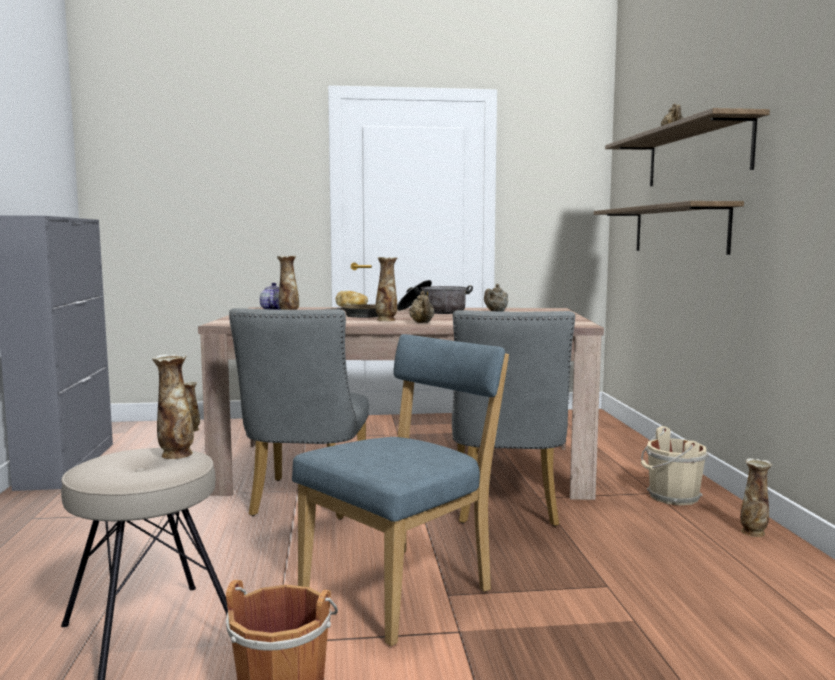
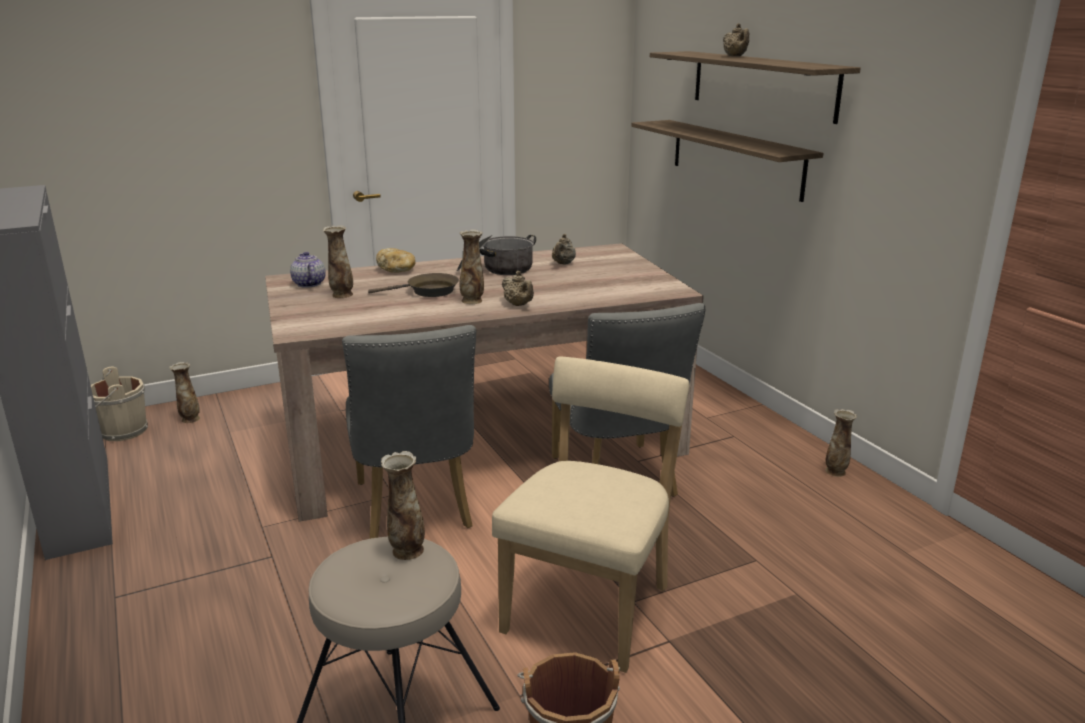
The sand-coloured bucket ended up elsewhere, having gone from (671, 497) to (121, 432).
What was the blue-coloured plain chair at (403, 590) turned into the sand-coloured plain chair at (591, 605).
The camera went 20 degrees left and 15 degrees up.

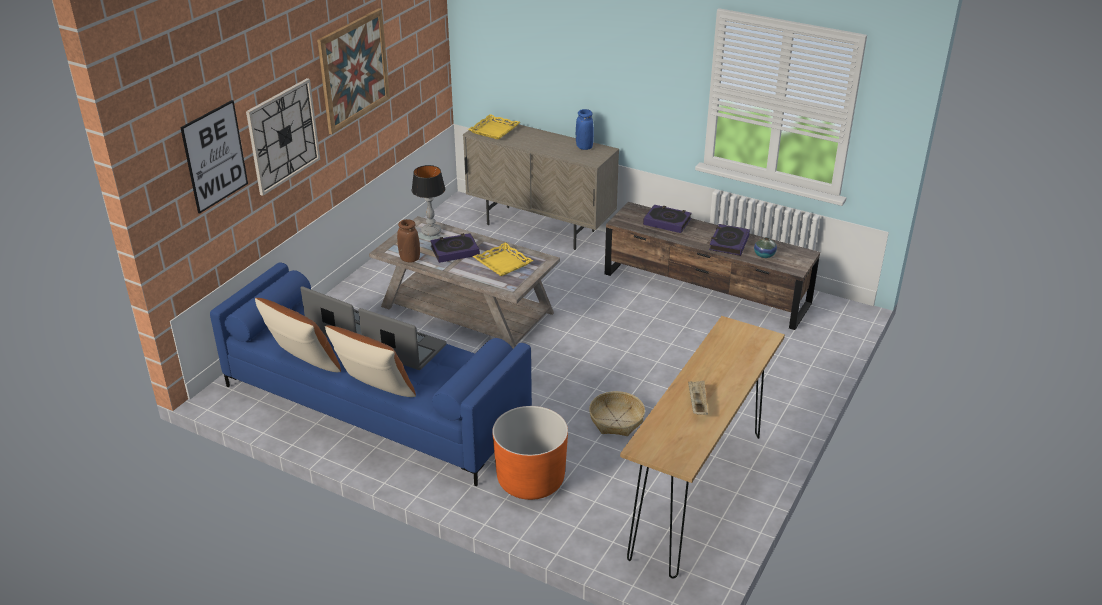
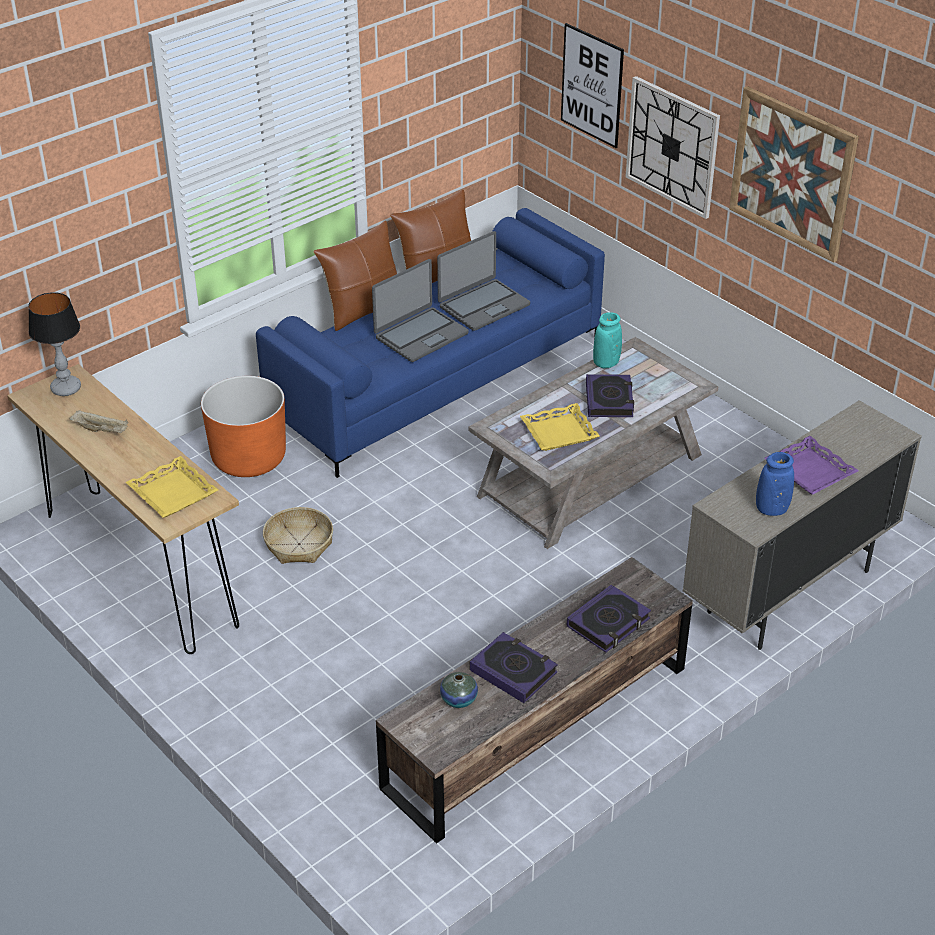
The lamp for a table ended up elsewhere, having gone from (431, 232) to (65, 389).
The yellow carrying tray ended up elsewhere, having gone from (494, 130) to (172, 493).
What was the brown flower vase at (409, 259) turned into the turquoise flower vase at (606, 363).
The second view gained the purplish carrying tray at (809, 471).
The camera went 110 degrees right and 5 degrees up.

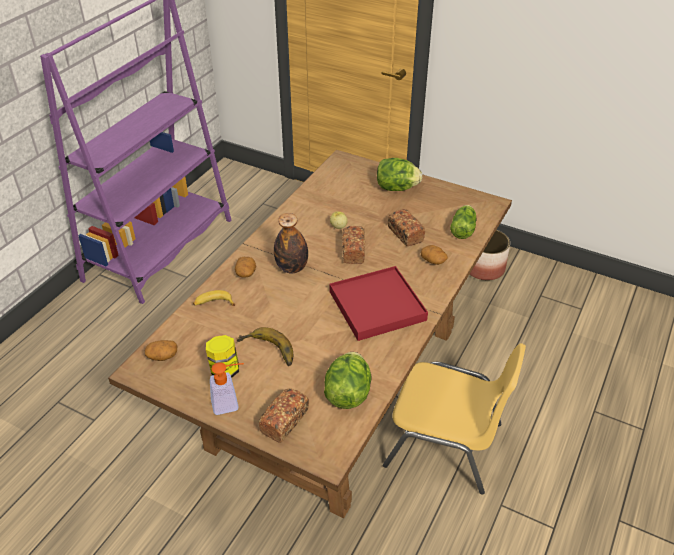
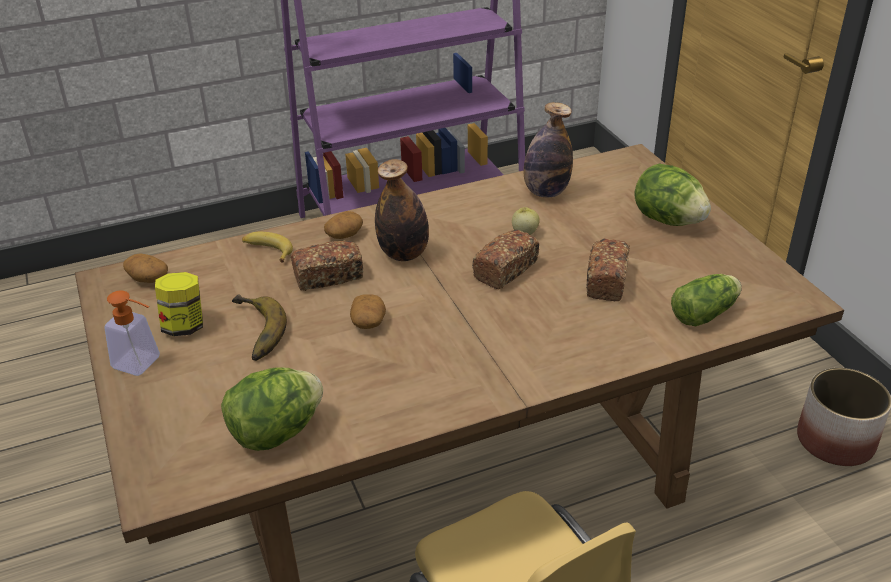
The bakery bread ended up elsewhere, having gone from (284, 421) to (328, 276).
The whole potato ended up elsewhere, having gone from (433, 260) to (368, 322).
The second view gained the bottle at (545, 192).
The second view lost the red carrying tray at (377, 305).
The camera went 40 degrees right and 5 degrees down.

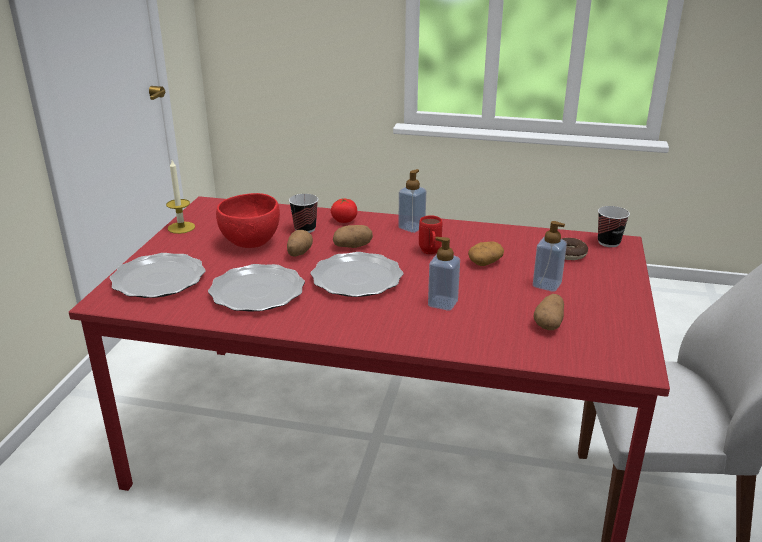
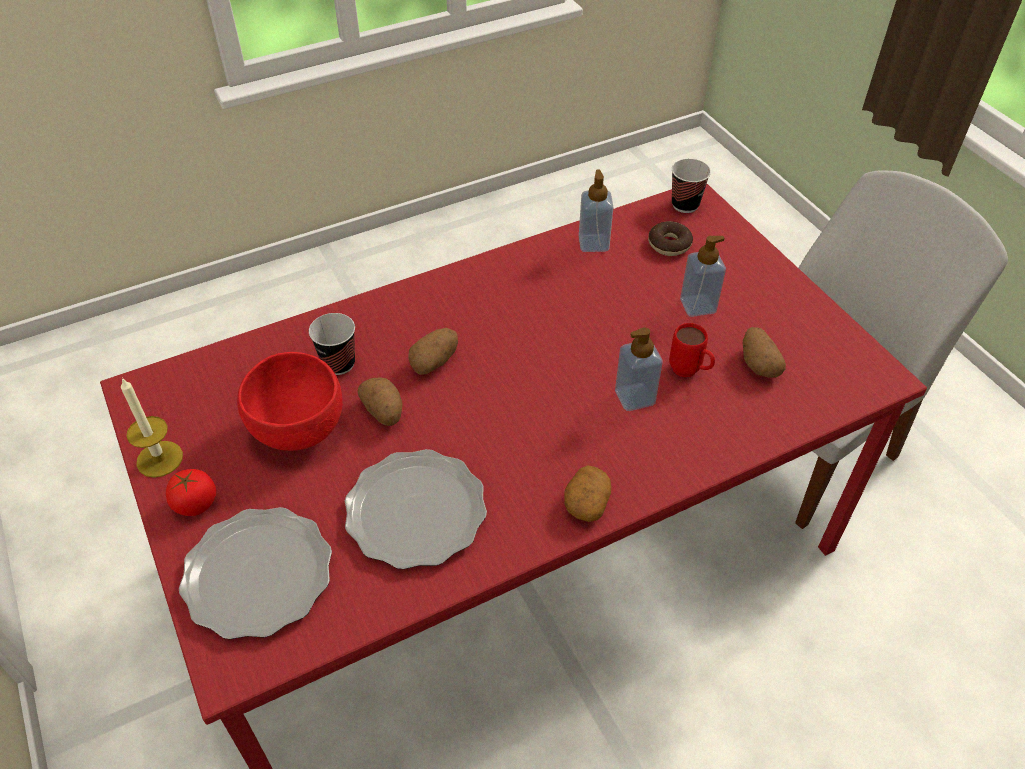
The tomato ended up elsewhere, having gone from (344, 220) to (196, 503).
The whole potato ended up elsewhere, having gone from (485, 262) to (586, 502).
The soap bottle ended up elsewhere, having gone from (411, 227) to (593, 243).
The red tea mug ended up elsewhere, having gone from (430, 253) to (689, 372).
The second view lost the dinner plate at (357, 278).
The camera went 40 degrees left and 20 degrees up.

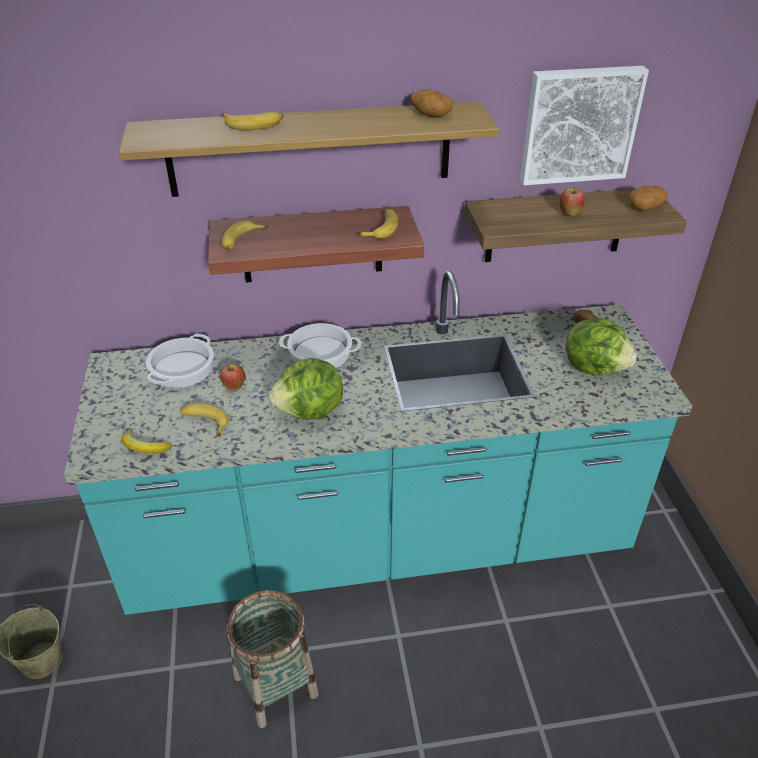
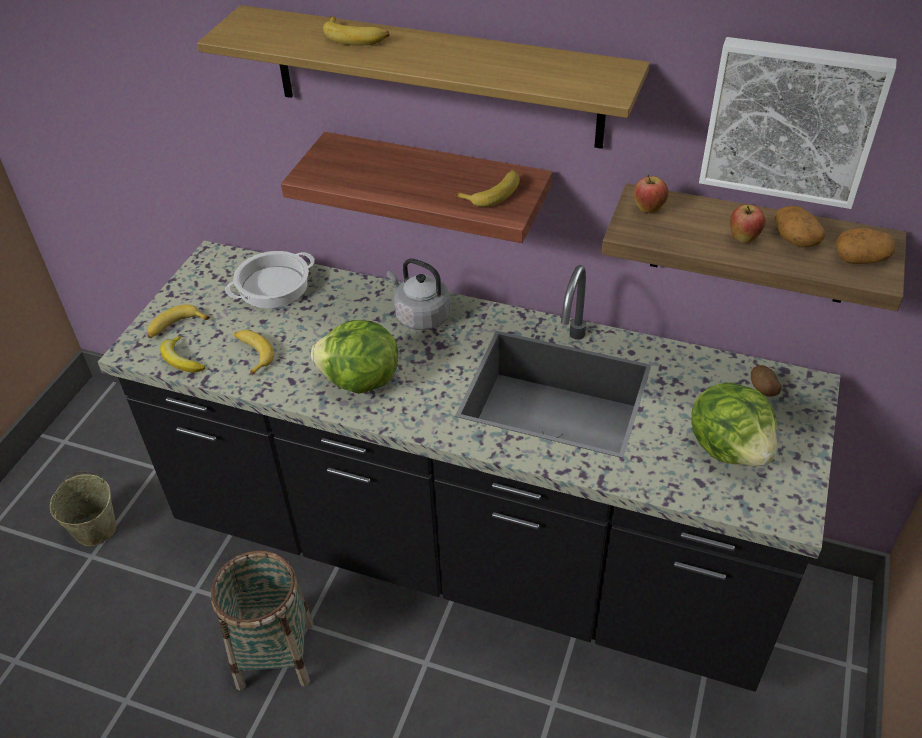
What was the turquoise kitchen counter at (379, 545) turned into the black-coloured kitchen counter at (467, 554).
The banana fruit ended up elsewhere, having gone from (241, 241) to (176, 327).
Where the stockpot stood at (319, 353), the greyish water kettle came to stand at (420, 316).
The apple fruit ended up elsewhere, having gone from (234, 387) to (648, 209).
The whole potato ended up elsewhere, having gone from (430, 114) to (795, 238).
The camera went 30 degrees right and 5 degrees up.

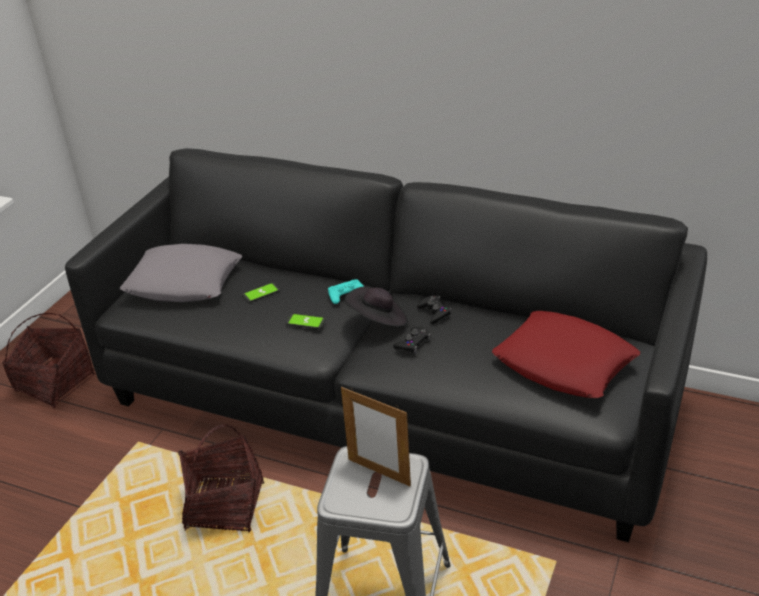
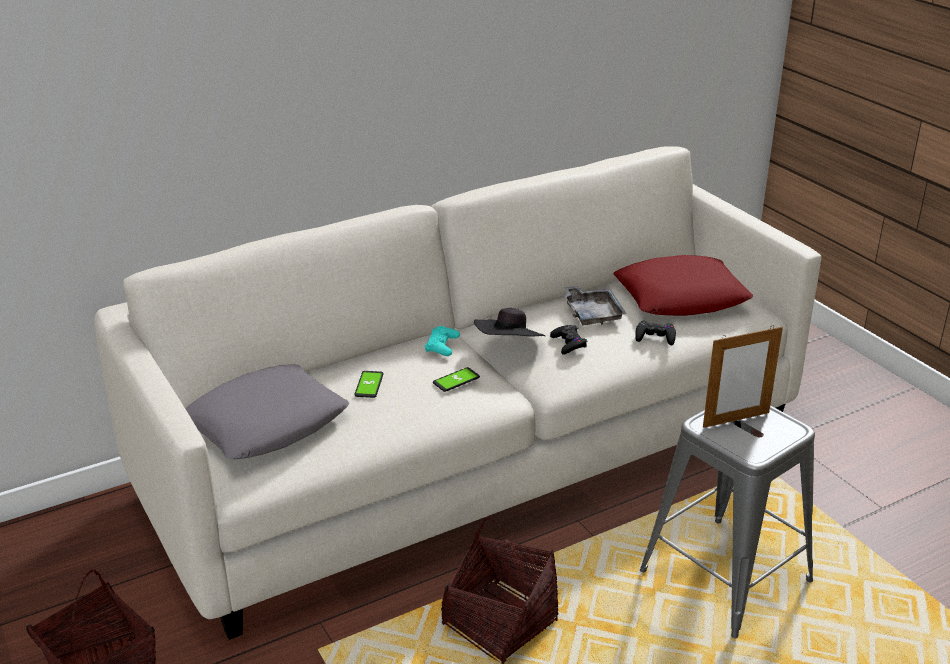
What was the black-coloured settee at (387, 398) turned into the whitish settee at (474, 456).
The second view gained the greyish carrying tray at (592, 313).
The black-coloured game controller ended up elsewhere, having gone from (434, 312) to (655, 337).
The camera went 55 degrees left and 5 degrees down.

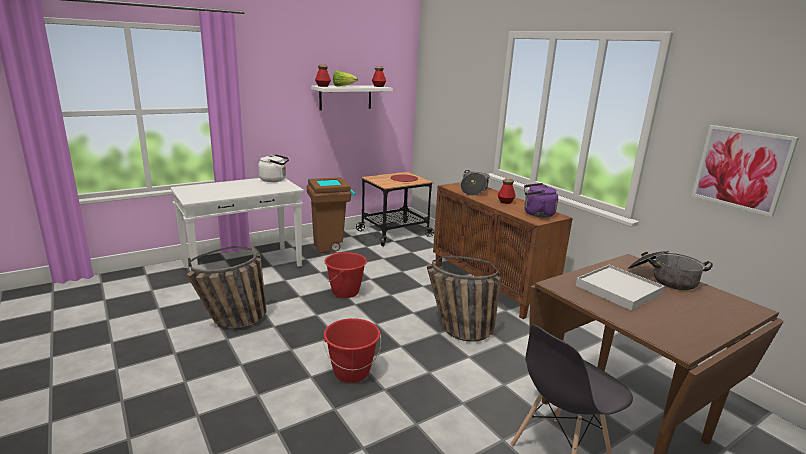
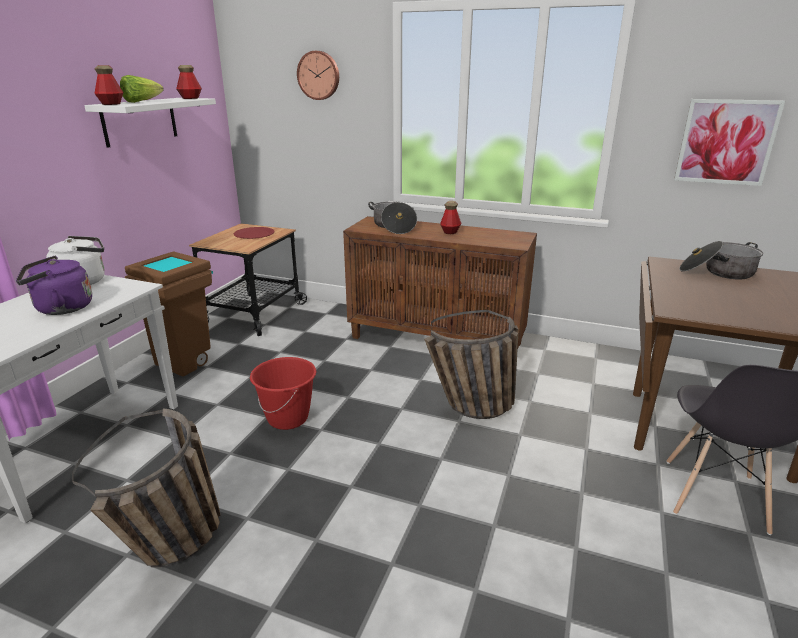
The purplish water kettle ended up elsewhere, having gone from (536, 214) to (61, 309).
The second view gained the hanging clock at (319, 75).
The second view lost the red bucket at (351, 372).
The second view lost the whitish carrying tray at (618, 289).
The camera went 35 degrees left and 5 degrees up.

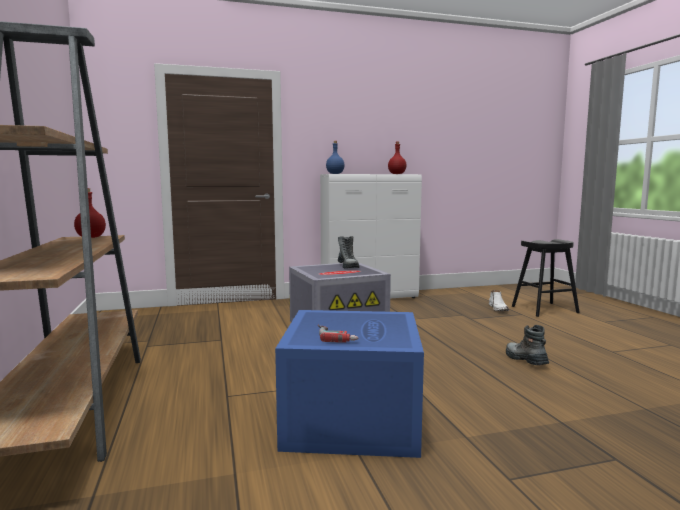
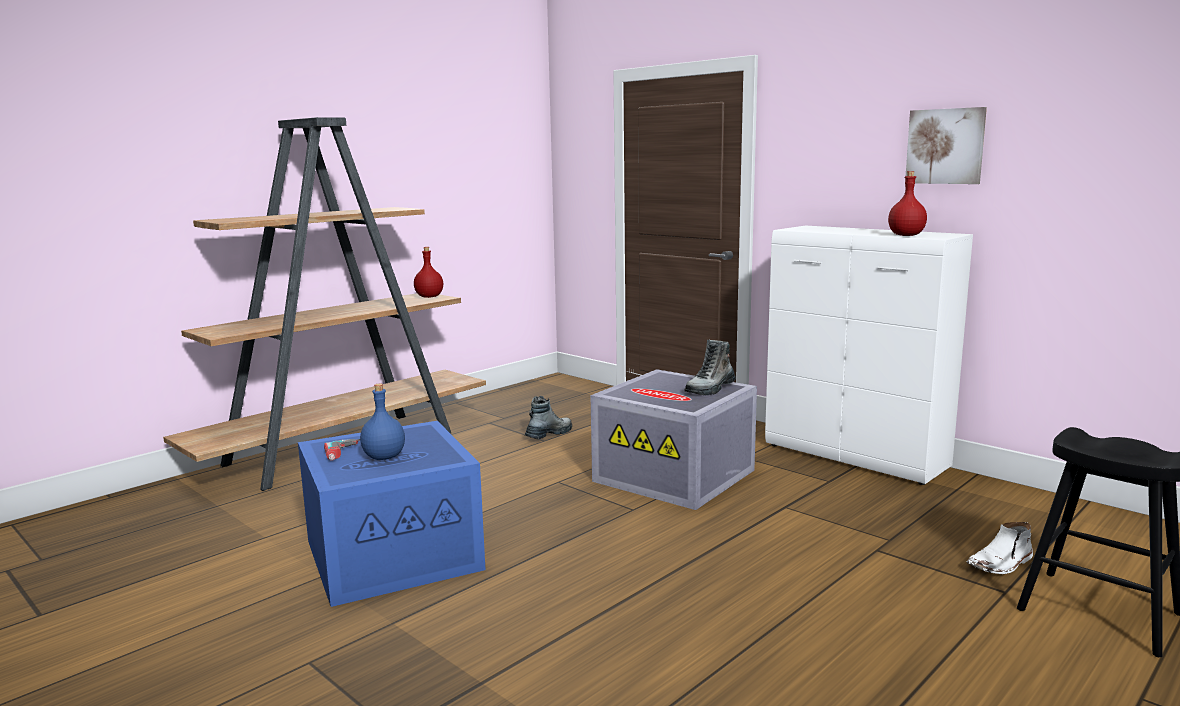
The blue-coloured bottle ended up elsewhere, having gone from (335, 174) to (384, 457).
The high-top boot ended up elsewhere, having gone from (525, 360) to (548, 434).
The second view gained the wall art at (945, 146).
The camera went 60 degrees right and 5 degrees up.

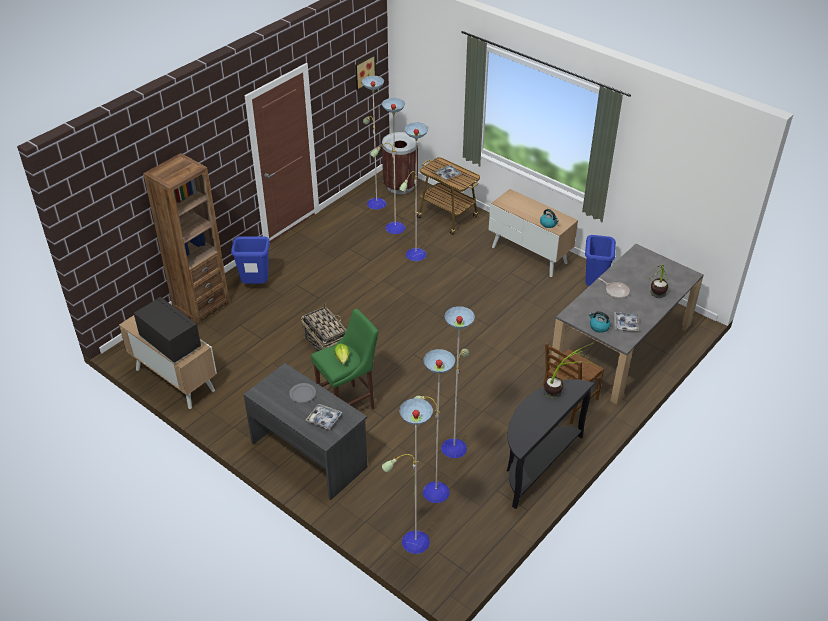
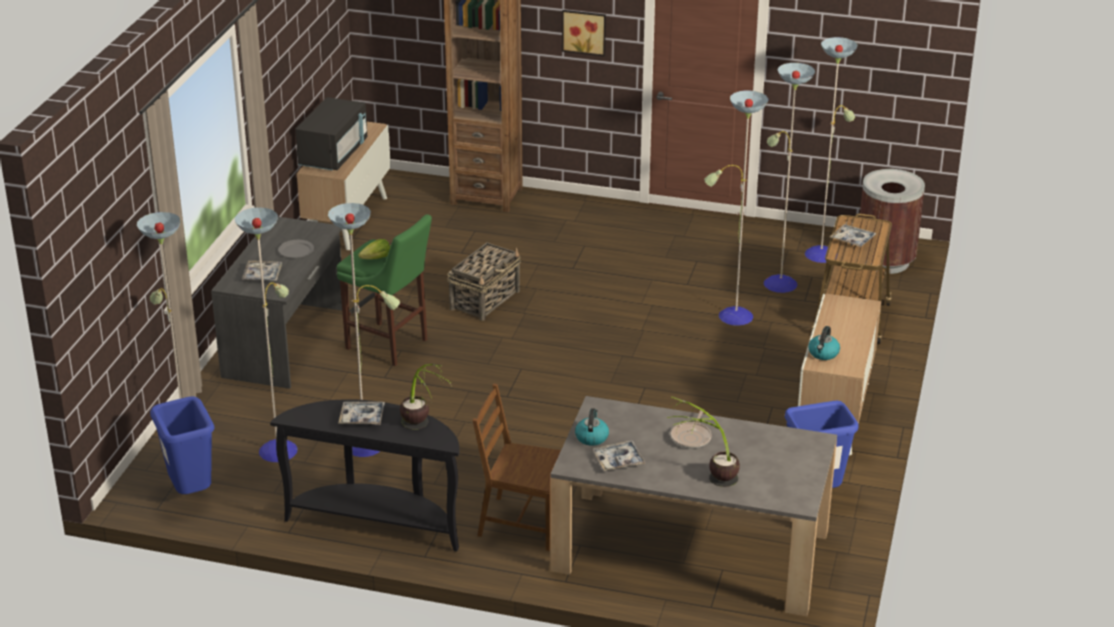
The blue-coloured rubbish bin ended up elsewhere, having gone from (256, 285) to (191, 494).
The second view gained the carrying tray at (362, 417).
The wall art ended up elsewhere, having gone from (364, 71) to (584, 31).
The camera went 65 degrees right and 10 degrees down.

